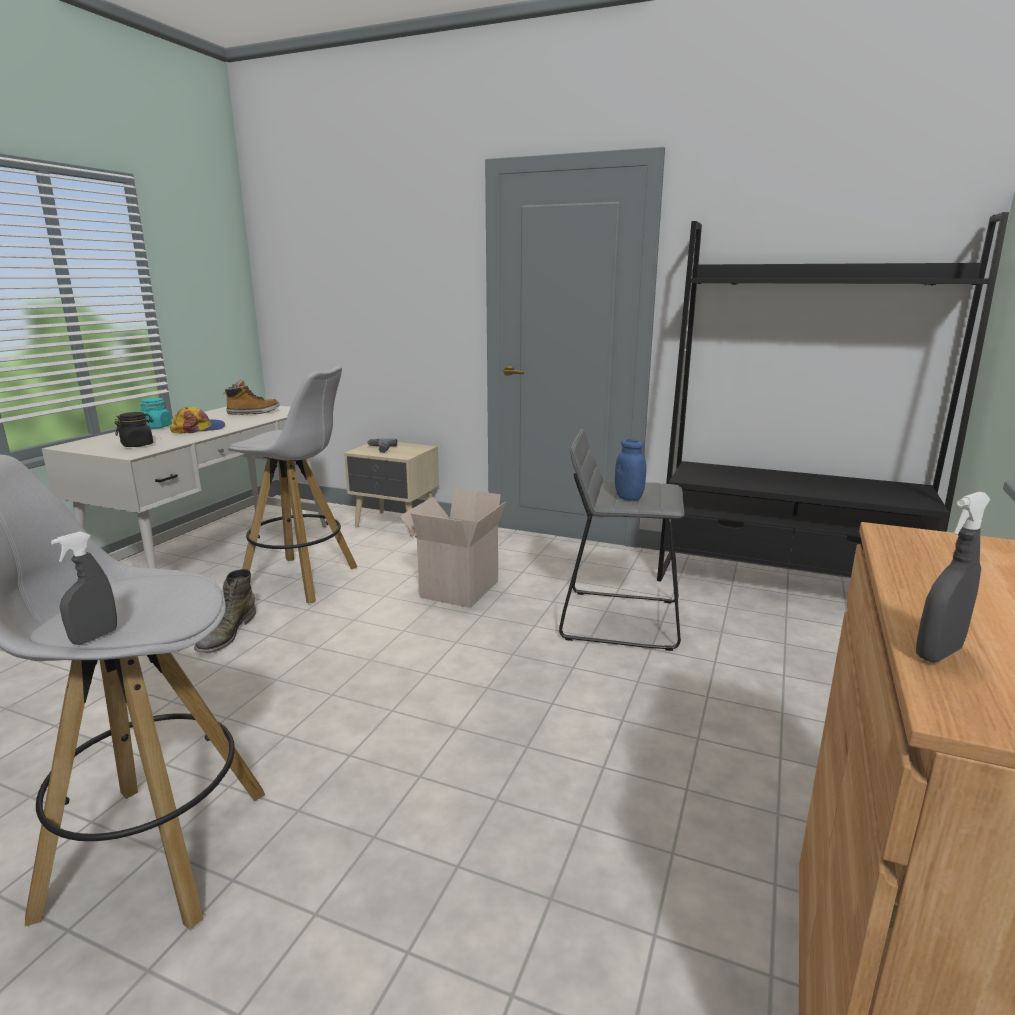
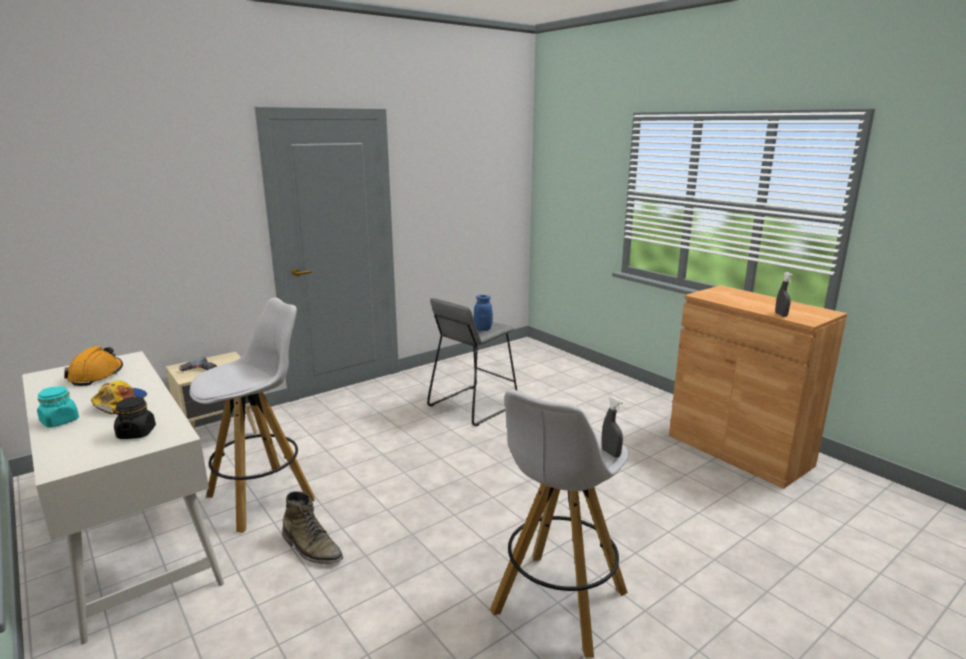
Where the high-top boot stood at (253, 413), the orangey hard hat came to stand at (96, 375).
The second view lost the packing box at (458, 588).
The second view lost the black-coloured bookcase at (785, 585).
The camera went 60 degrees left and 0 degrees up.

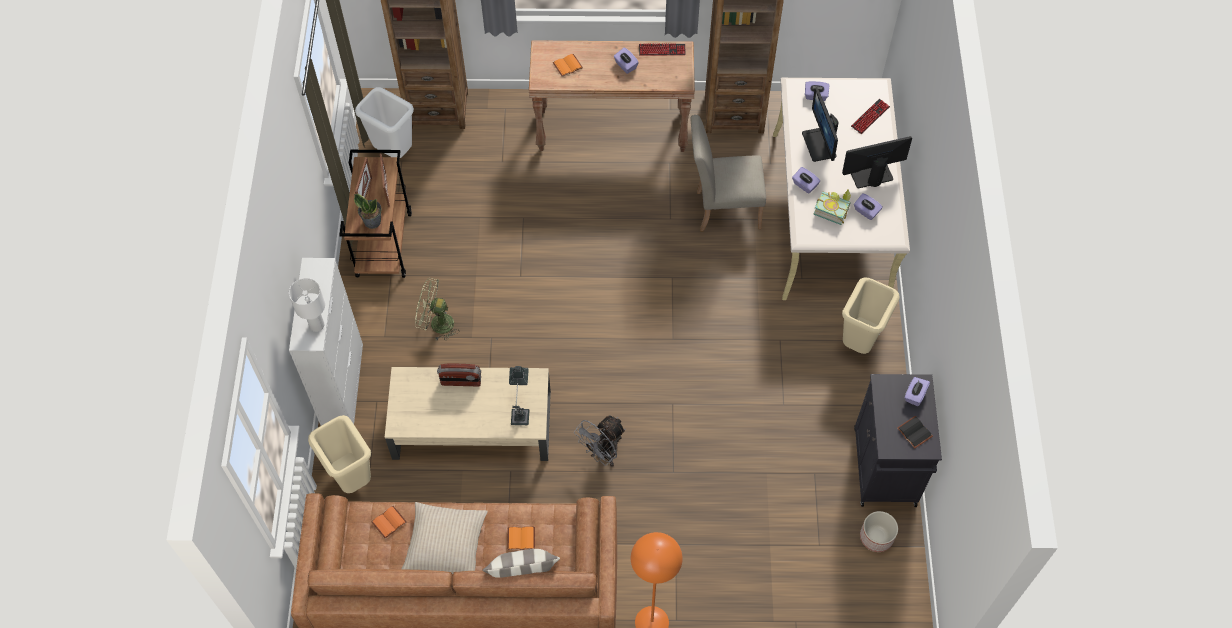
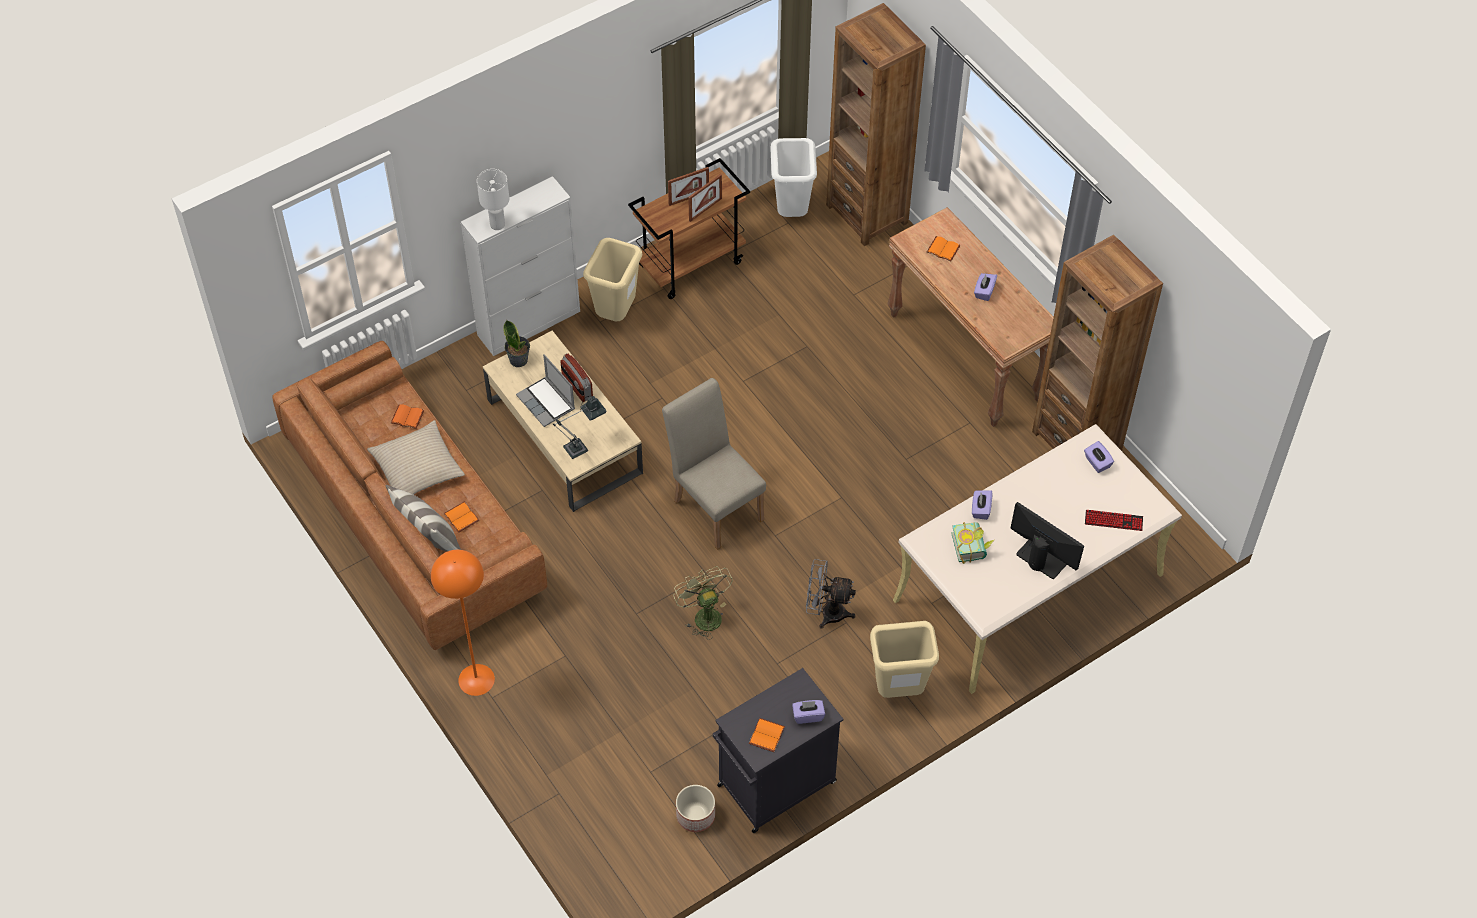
The potted plant ended up elsewhere, having gone from (372, 221) to (519, 360).
The second view gained the portable computer at (547, 402).
The sand-coloured rubbish bin ended up elsewhere, having gone from (352, 478) to (616, 314).
The sand-coloured plain chair ended up elsewhere, having gone from (722, 209) to (715, 505).
The green electric fan ended up elsewhere, having gone from (436, 324) to (704, 615).
What was the black-coloured book at (913, 432) turned into the orangey book at (766, 734).
The greyish electric fan ended up elsewhere, having gone from (602, 453) to (826, 612).
The second view lost the PC keyboard at (662, 50).
The second view lost the computer screen at (820, 144).
The second view lost the purplish tissue holder at (866, 211).
The camera went 55 degrees right and 5 degrees down.

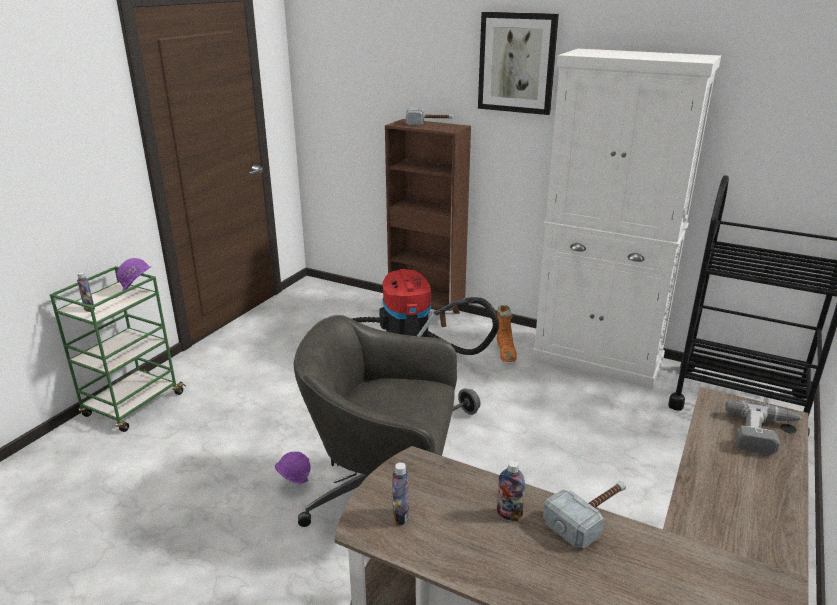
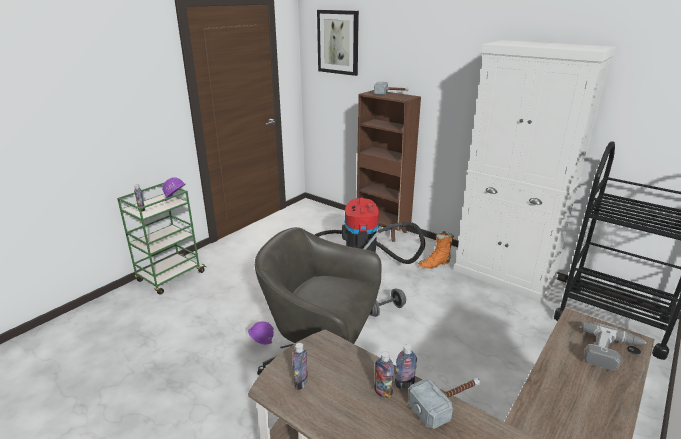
The wall art ended up elsewhere, having gone from (517, 63) to (338, 42).
The second view gained the bottle at (404, 384).
The orangey high-top boot at (506, 352) ended up facing another way, 60 degrees clockwise from before.
The camera went 10 degrees right and 0 degrees up.

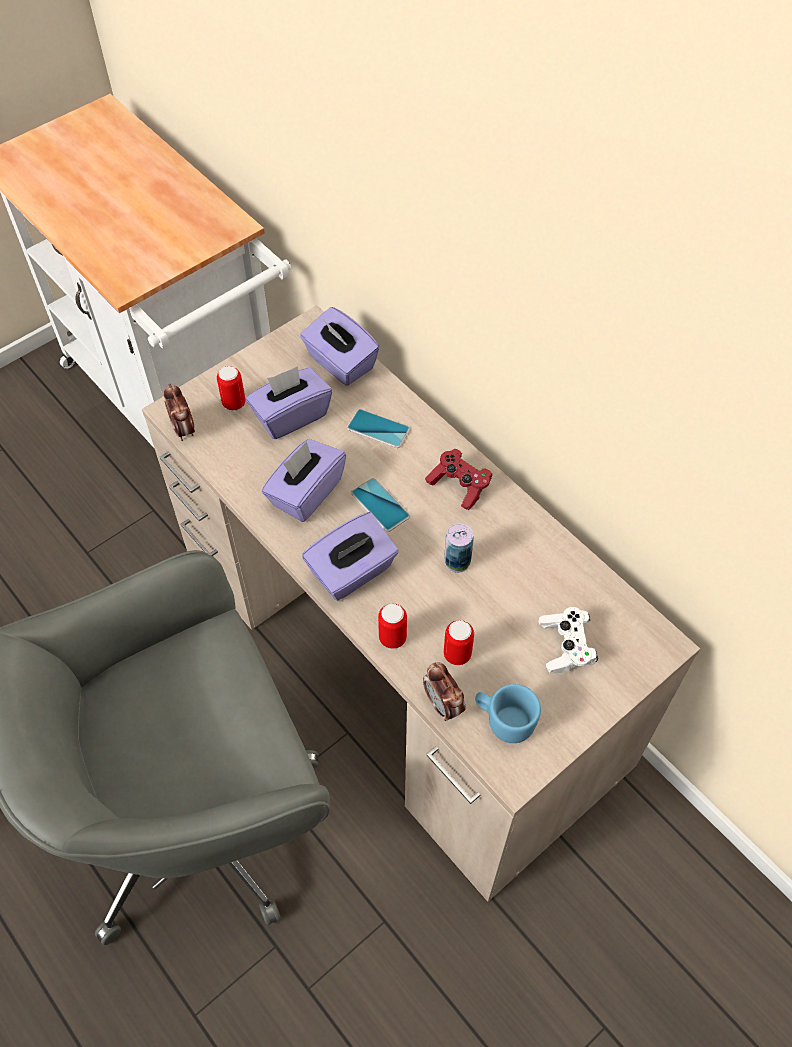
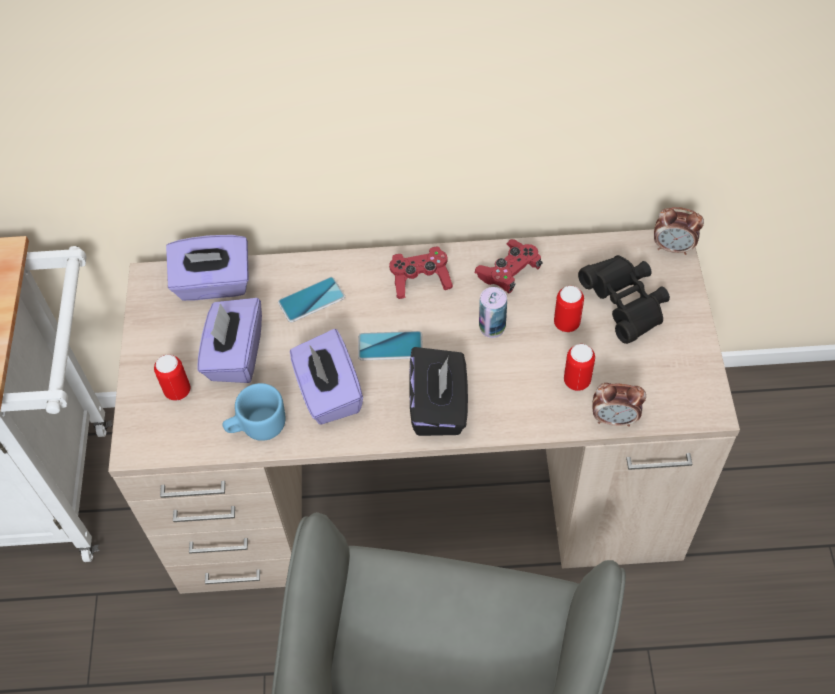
The blue-coloured tea mug ended up elsewhere, having gone from (504, 720) to (257, 427).
What was the purplish tissue holder at (352, 572) turned into the black-coloured tissue holder at (439, 406).
The second view gained the red game controller at (509, 272).
The sealed can ended up elsewhere, having gone from (392, 638) to (566, 323).
Where the whitish game controller stood at (566, 646), the black-coloured pair of binoculars came to stand at (625, 305).
The bedside clock ended up elsewhere, having gone from (184, 430) to (673, 248).
The camera went 50 degrees left and 0 degrees up.

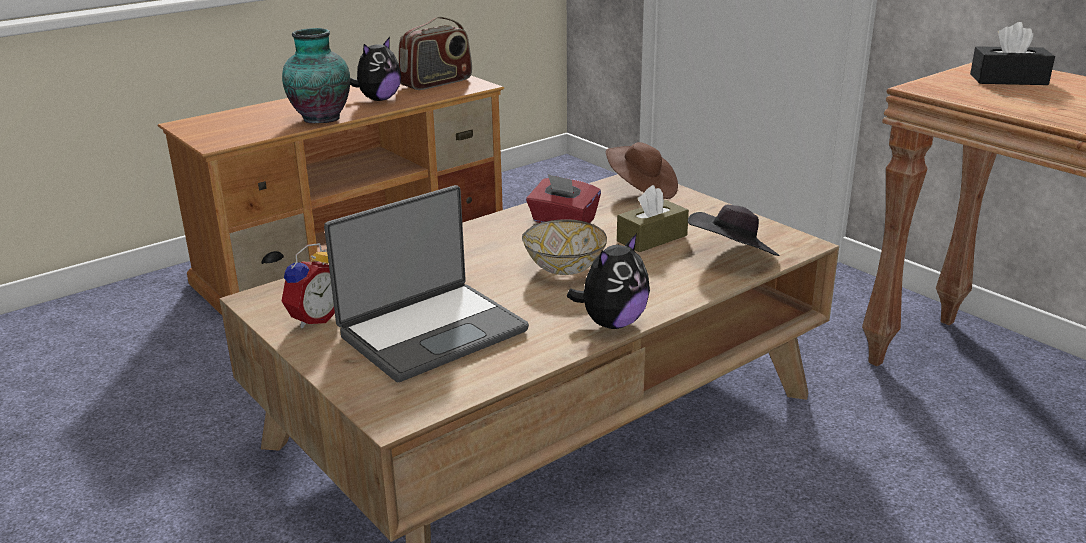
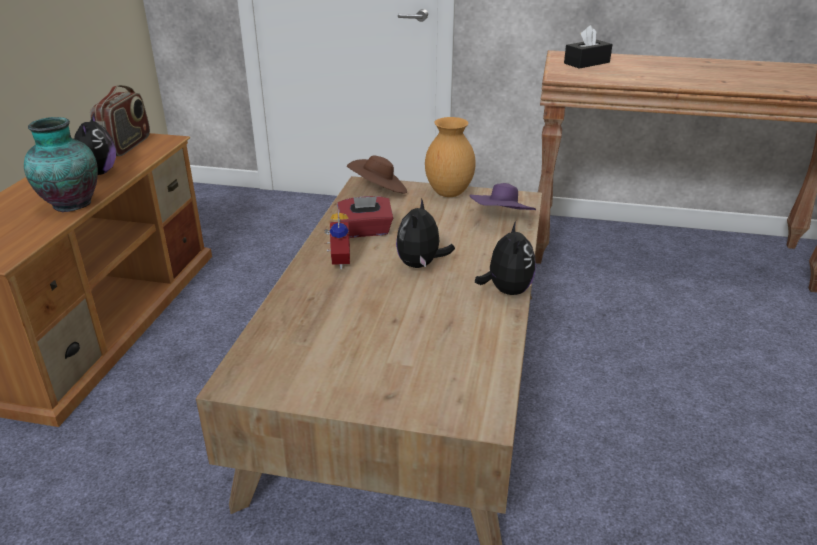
The bedside clock ended up elsewhere, having gone from (314, 318) to (337, 262).
Where the bowl stood at (565, 269), the plush toy came to stand at (421, 265).
The second view gained the brown flower vase at (449, 193).
What was the black-coloured clothing hat at (732, 257) turned into the purplish clothing hat at (501, 219).
The second view lost the portable computer at (431, 332).
The second view lost the brown tissue holder at (652, 238).
The camera went 40 degrees left and 5 degrees up.

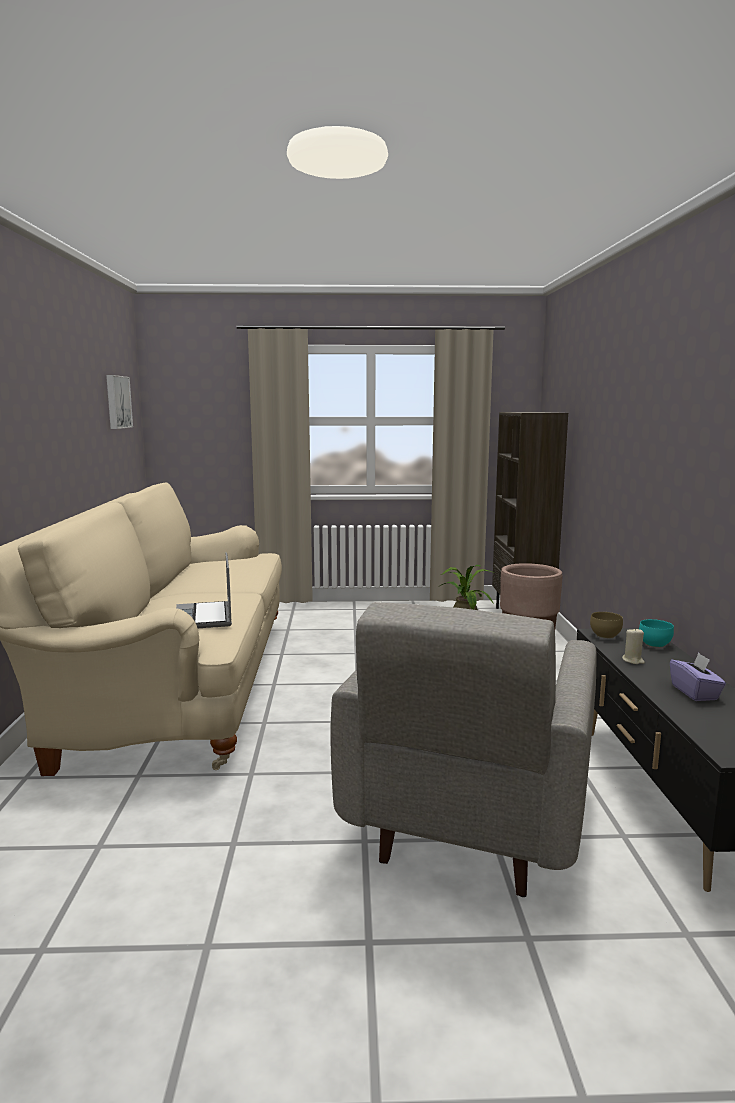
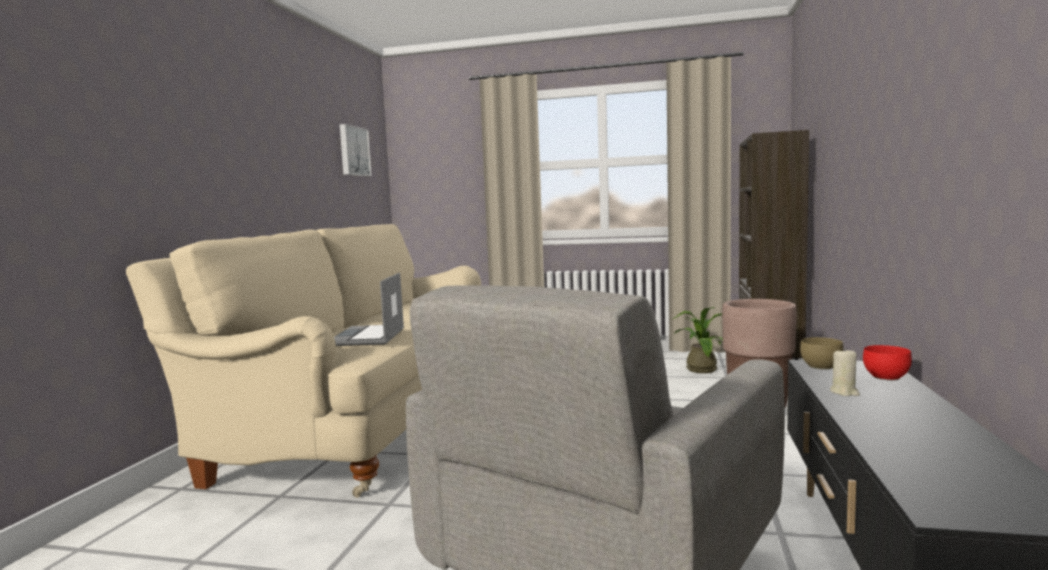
What was the turquoise bowl at (653, 644) turned into the red bowl at (884, 377).
The second view lost the purplish tissue holder at (695, 692).
The camera went 15 degrees right and 5 degrees down.

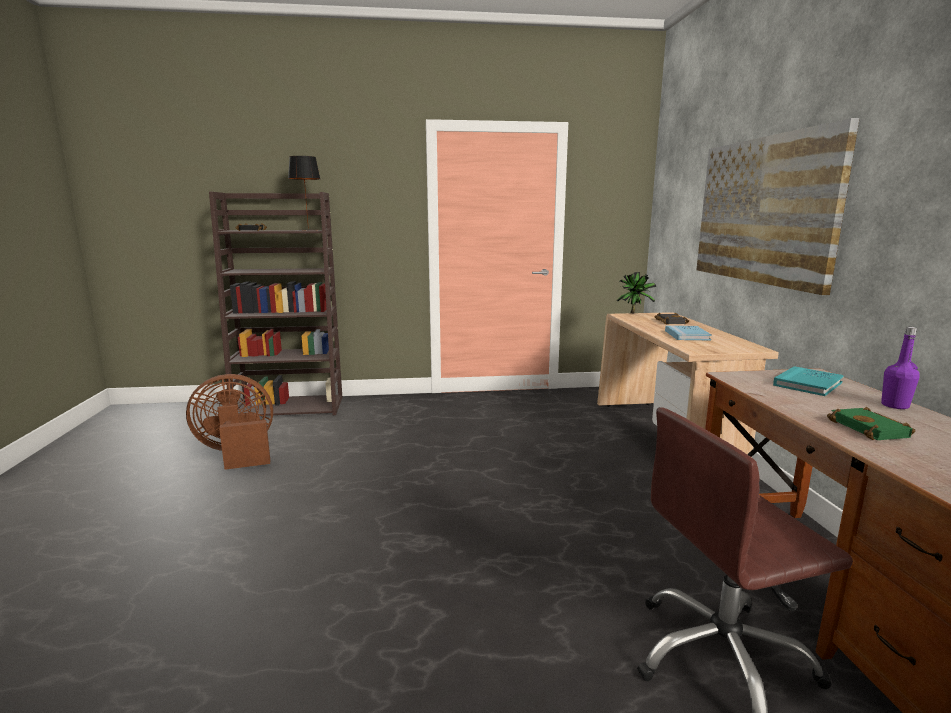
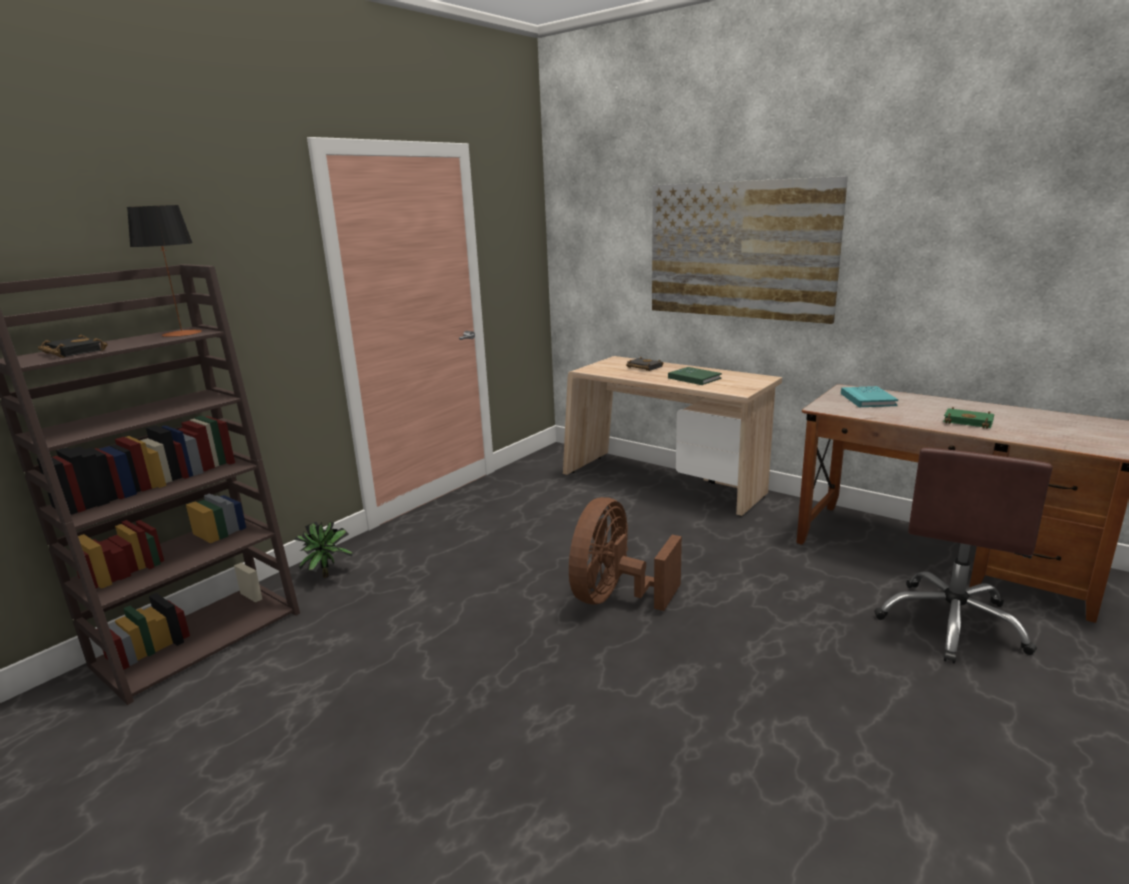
The potted plant ended up elsewhere, having gone from (634, 313) to (327, 574).
The brown electric fan ended up elsewhere, having gone from (237, 453) to (615, 597).
What was the blue-coloured book at (687, 335) turned into the green book at (694, 378).
The second view lost the purplish bottle at (895, 405).
The camera went 45 degrees left and 5 degrees up.

